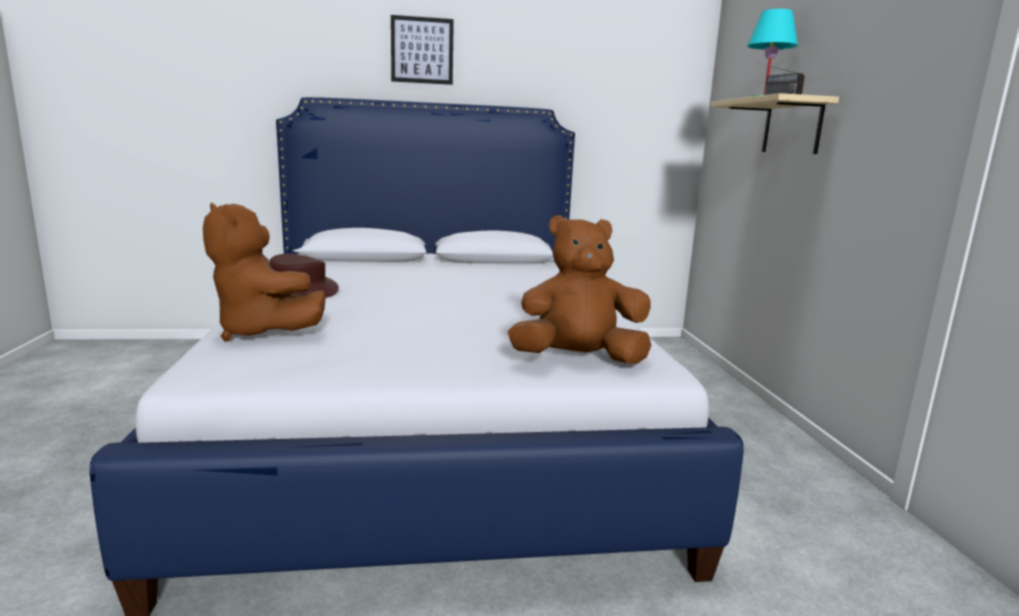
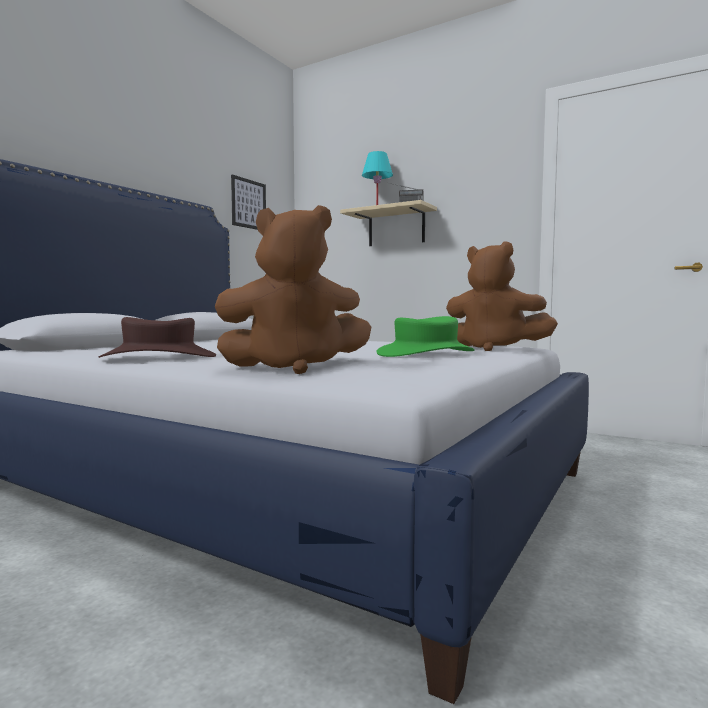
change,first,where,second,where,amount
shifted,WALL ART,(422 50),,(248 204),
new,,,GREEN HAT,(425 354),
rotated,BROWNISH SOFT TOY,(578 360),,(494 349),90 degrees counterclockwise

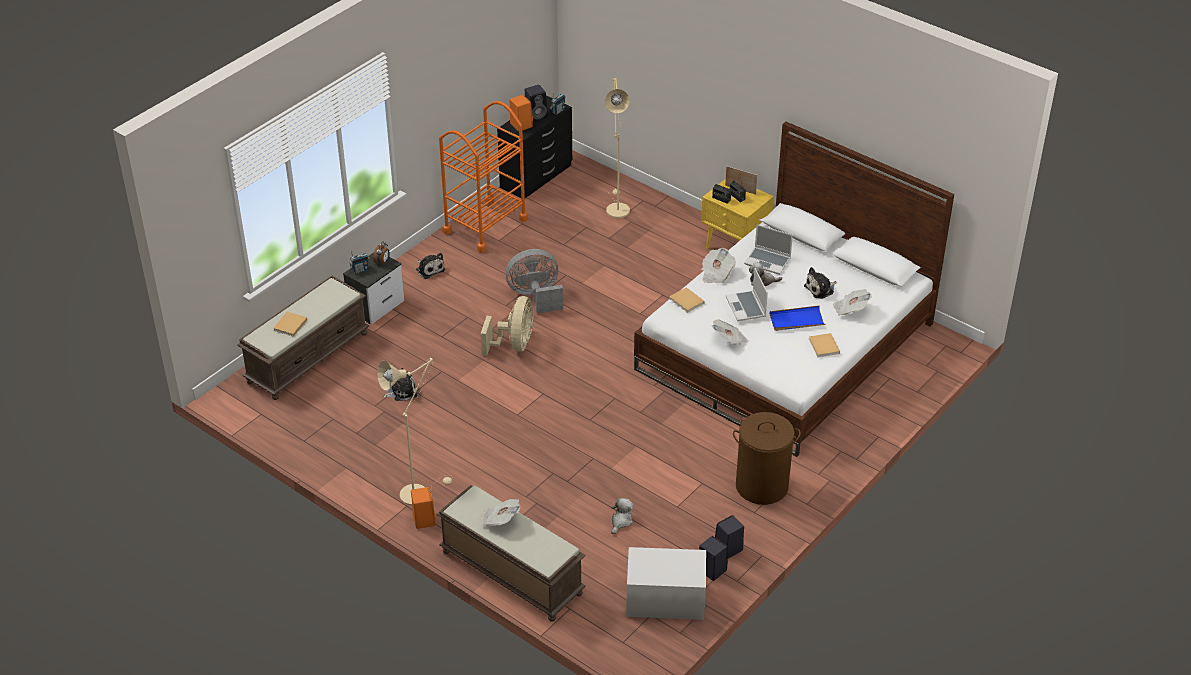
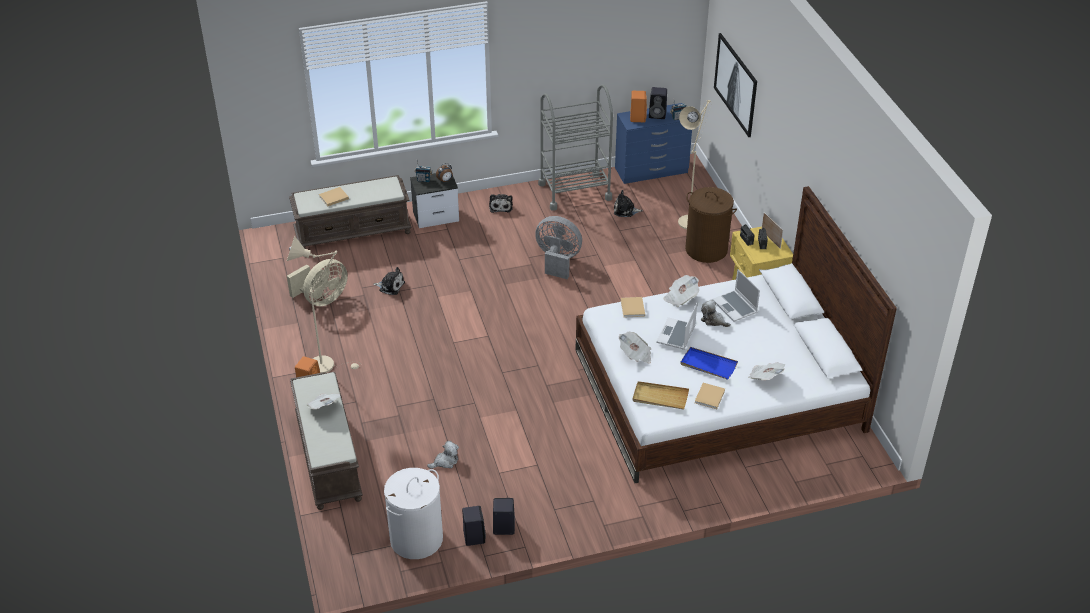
change,first,where,second,where,amount
shifted,BEIGE-COLOURED COOLING FAN,(514 345),,(322 299),
swapped,WHITISH STORAGE BIN,(665 599),WHITISH HAMPER,(416 539),
repainted,ORANGE-COLOURED TROLLEY,(485 225),GRAY TROLLEY,(574 191),
shifted,SOFT TOY,(820 289),,(625 210),
repainted,BLACKISH DRESSER,(537 176),BLUE DRESSER,(652 170),
new,,,BEIGE-COLOURED CARRYING TRAY,(660 397),
shifted,BROWNISH HAMPER,(762 486),,(706 249),
new,,,WALL ART,(735 84),

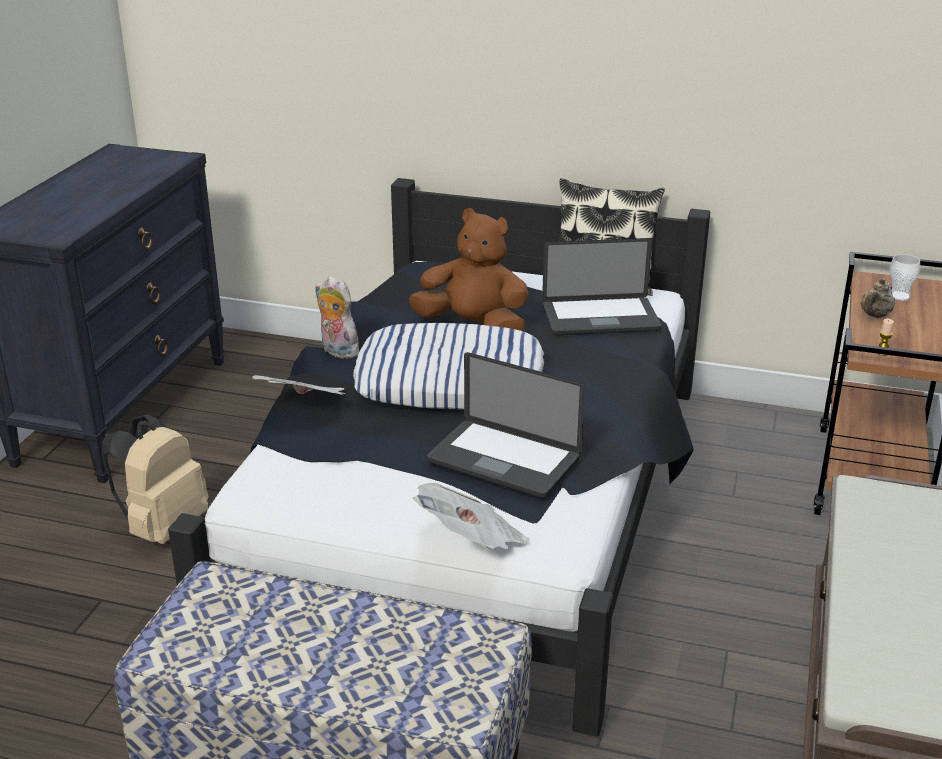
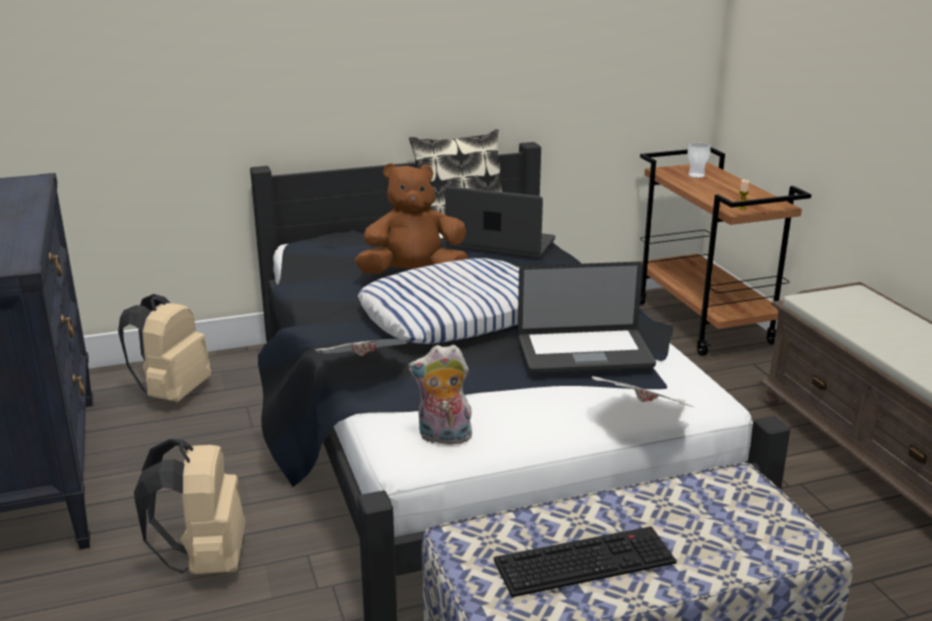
change,first,where,second,where,amount
new,,,BEIGE-COLOURED BACKPACK,(172 393),
shifted,SOFT TOY,(337 351),,(443 438),
rotated,PORTABLE COMPUTER,(600 318),,(501 244),120 degrees counterclockwise
new,,,COMPUTER KEYBOARD,(585 560),
gone,BEIGE-COLOURED POT FOR TEA,(874 316),,,

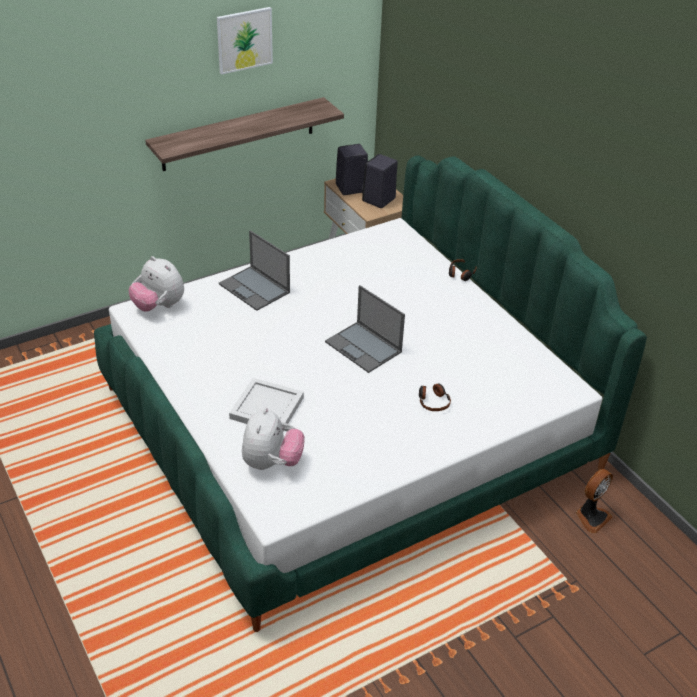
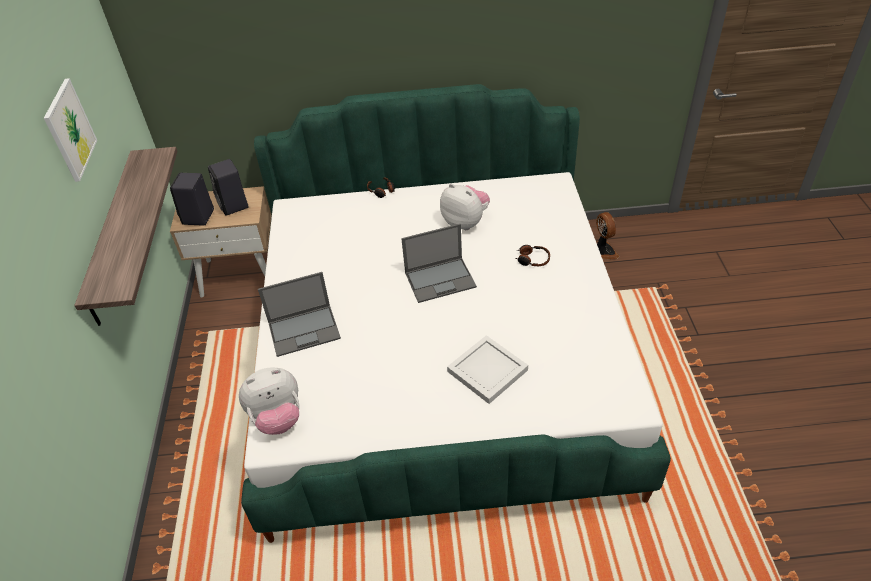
change,first,where,second,where,amount
shifted,SOFT TOY,(272 462),,(465 222),

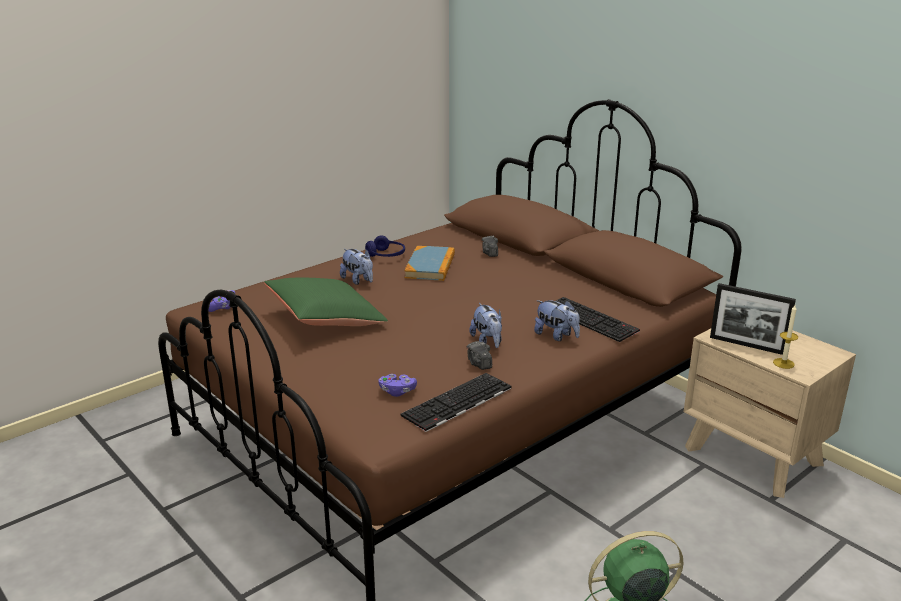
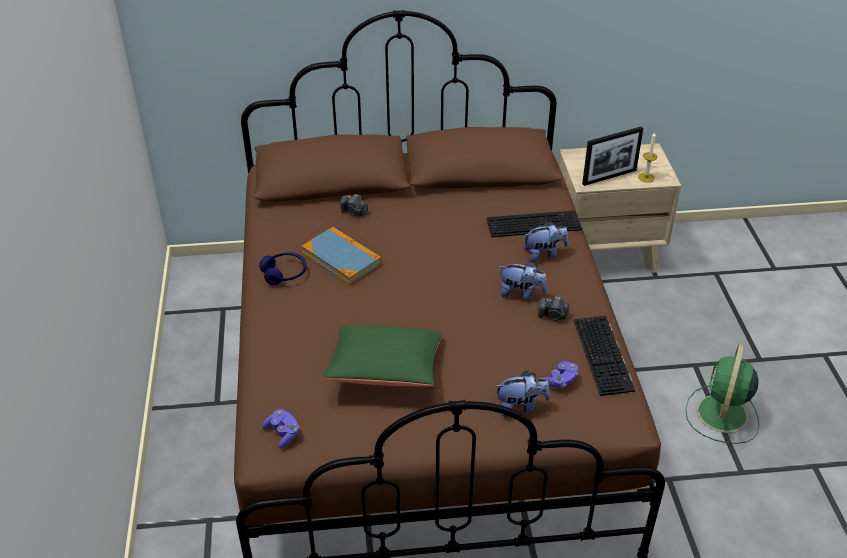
change,first,where,second,where,amount
shifted,SOFT TOY,(358 280),,(521 407),

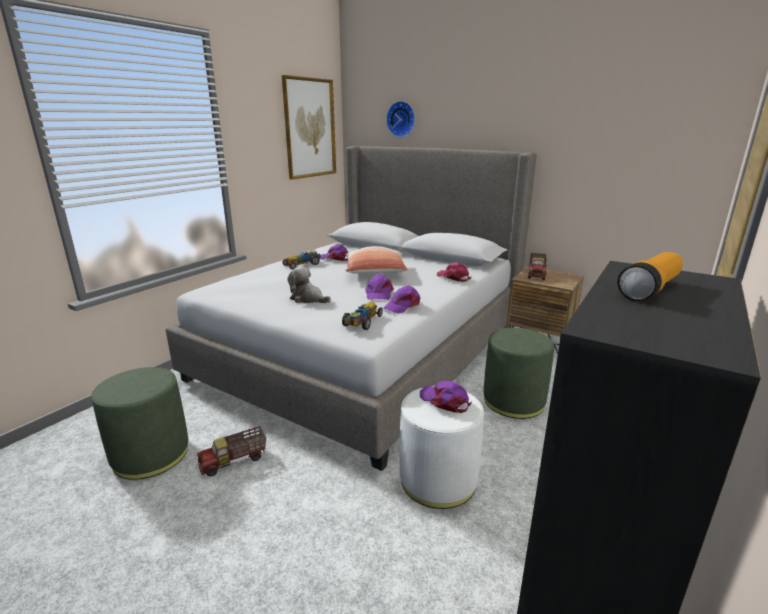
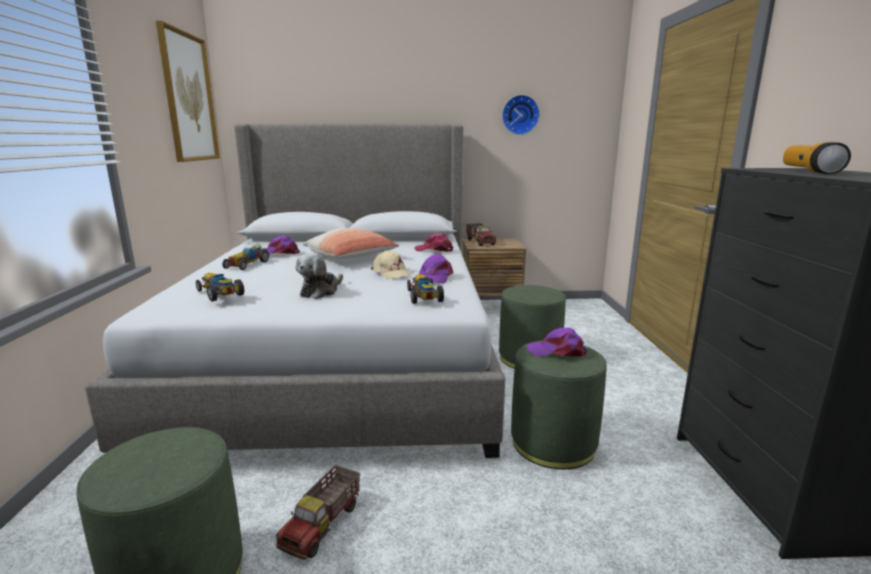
change,first,where,second,where,amount
new,,,MINIATURE CAR,(220 294),
rotated,SOFT TOY,(308 299),,(321 291),60 degrees counterclockwise
repainted,PURPLE-COLOURED CAP,(378 293),BEIGE-COLOURED CAP,(390 273),
shifted,HANGING CLOCK,(401 119),,(520 115),
repainted,WHITISH POUFFE,(438 480),GREEN POUFFE,(553 443),

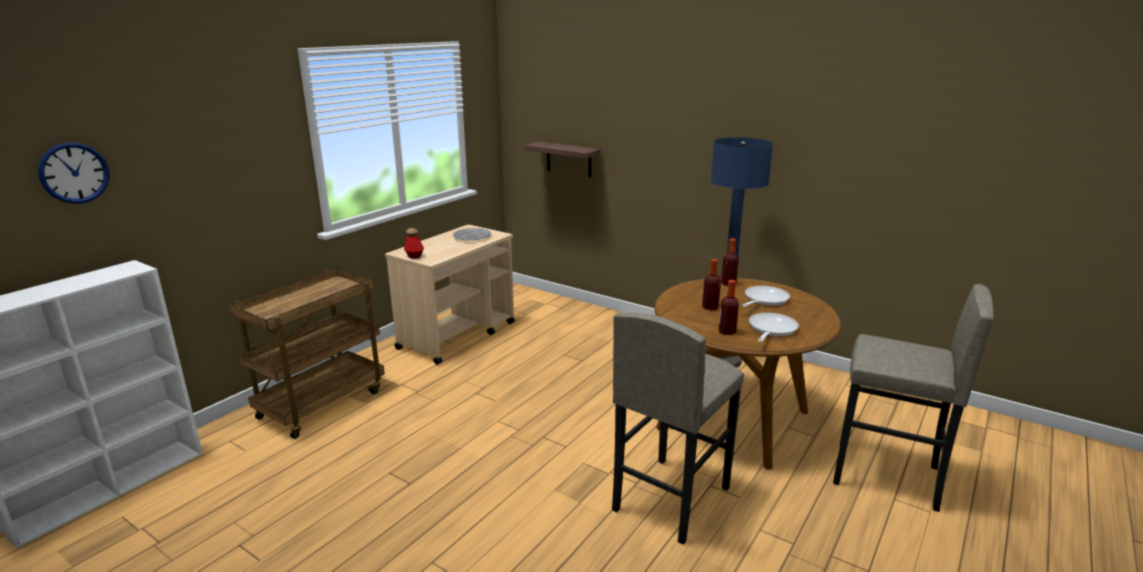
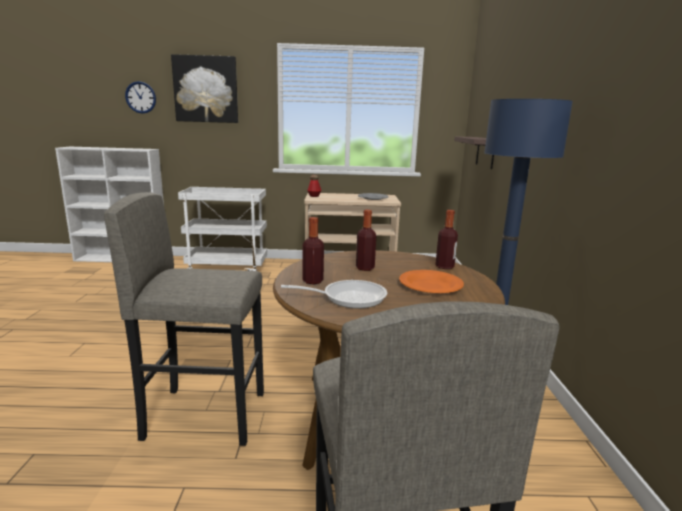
change,first,where,second,where,amount
new,,,WALL ART,(206 89),
repainted,BROWNISH TROLLEY,(322 403),WHITISH TROLLEY,(228 268),
swapped,PAN,(764 300),ORANGE-COLOURED DINNER PLATE,(430 285),

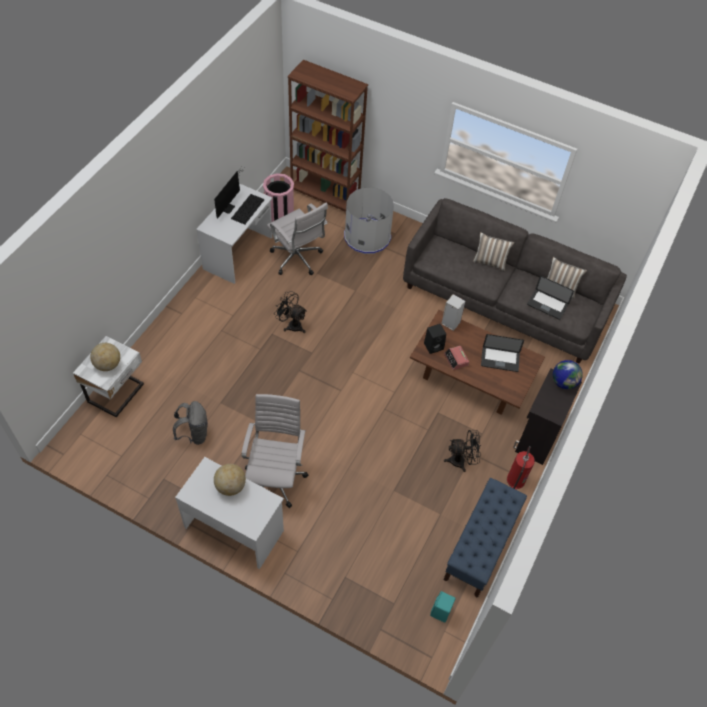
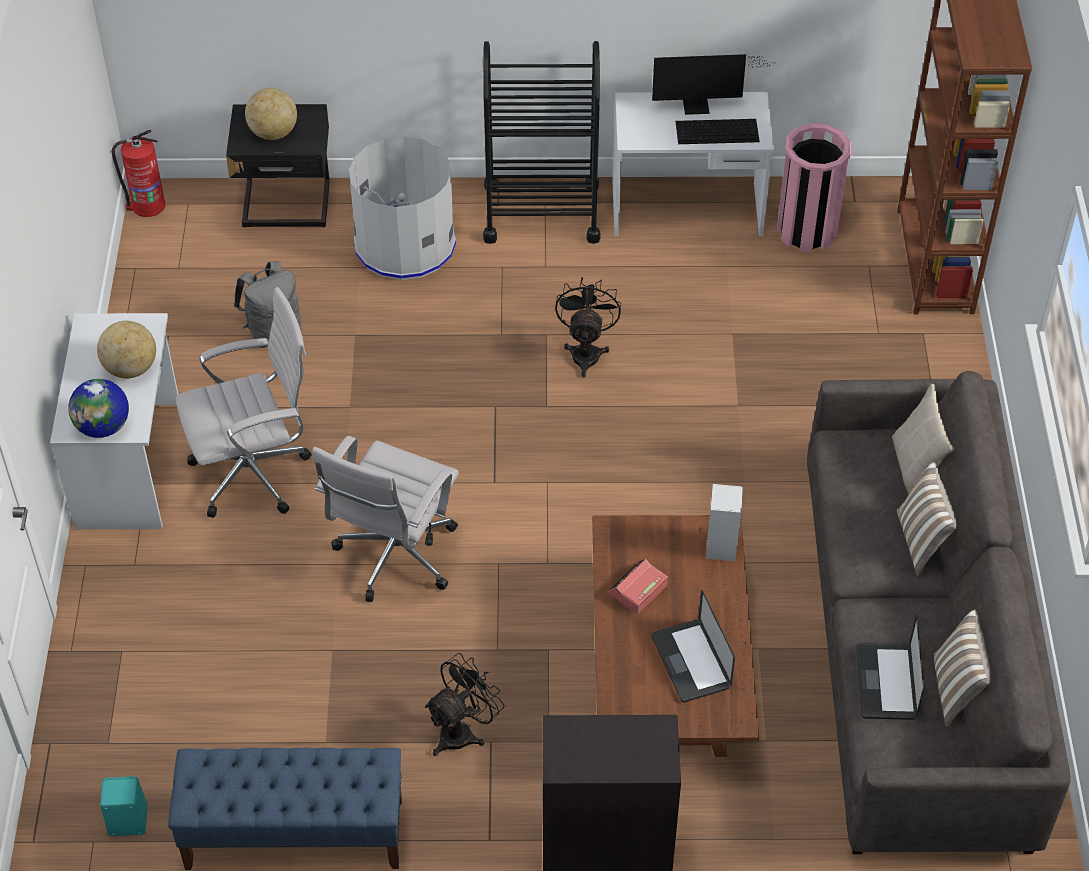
change,first,where,second,where,amount
shifted,DESK GLOBE,(564 382),,(103 427),
shifted,EXTINGUISHER,(515 480),,(147 205),
repainted,WHITISH BEDSIDE TABLE,(117 394),BLACKISH BEDSIDE TABLE,(287 207),
shifted,WHITISH COMPUTER CHAIR,(297 260),,(394 559),
shifted,GRAY RUBBISH BIN,(367 237),,(405 244),
rotated,BLACKISH COOLING FAN,(461 461),,(462 731),105 degrees counterclockwise
new,,,BLACKISH TROLLEY,(541 212),
new,,,BEIGE-COLOURED THROW PILLOW,(915 468),
gone,BLACKISH AUDIO SPEAKER,(434 346),,,

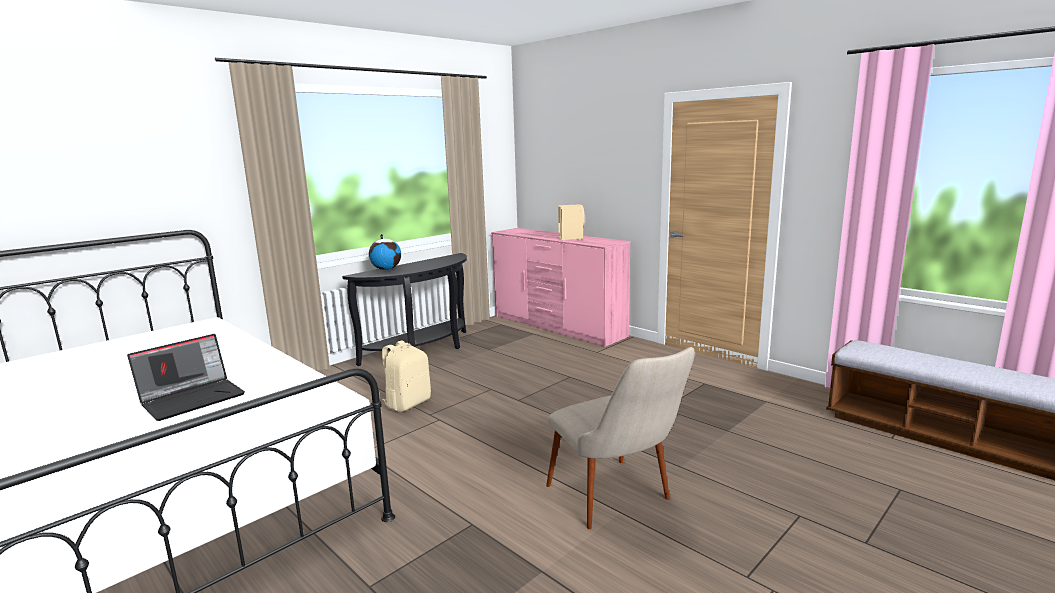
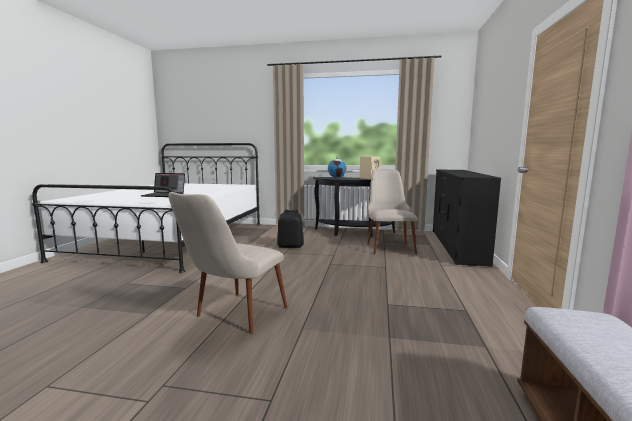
change,first,where,second,where,amount
repainted,BEIGE-COLOURED BACKPACK,(407 403),BLACKISH BACKPACK,(290 246),
shifted,BEIGE-COLOURED AUDIO SPEAKER,(571 238),,(370 178),
new,,,BEIGE-COLOURED UPRIGHT CHAIR,(388 246),
repainted,PINKISH DRESSER,(557 326),BLACKISH DRESSER,(456 246),

